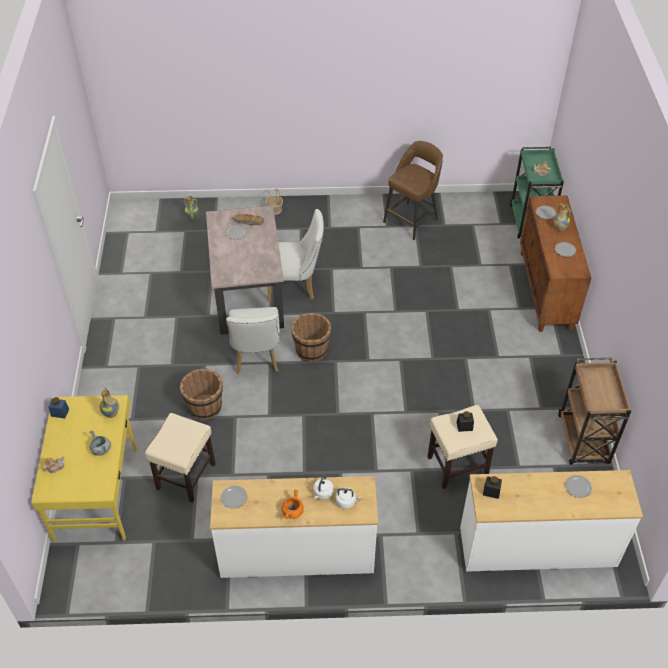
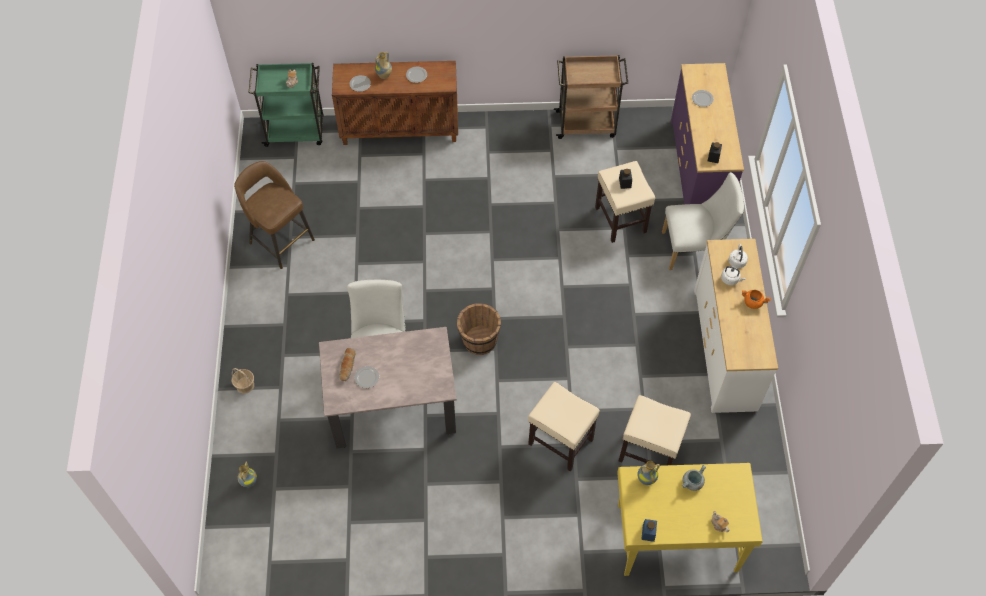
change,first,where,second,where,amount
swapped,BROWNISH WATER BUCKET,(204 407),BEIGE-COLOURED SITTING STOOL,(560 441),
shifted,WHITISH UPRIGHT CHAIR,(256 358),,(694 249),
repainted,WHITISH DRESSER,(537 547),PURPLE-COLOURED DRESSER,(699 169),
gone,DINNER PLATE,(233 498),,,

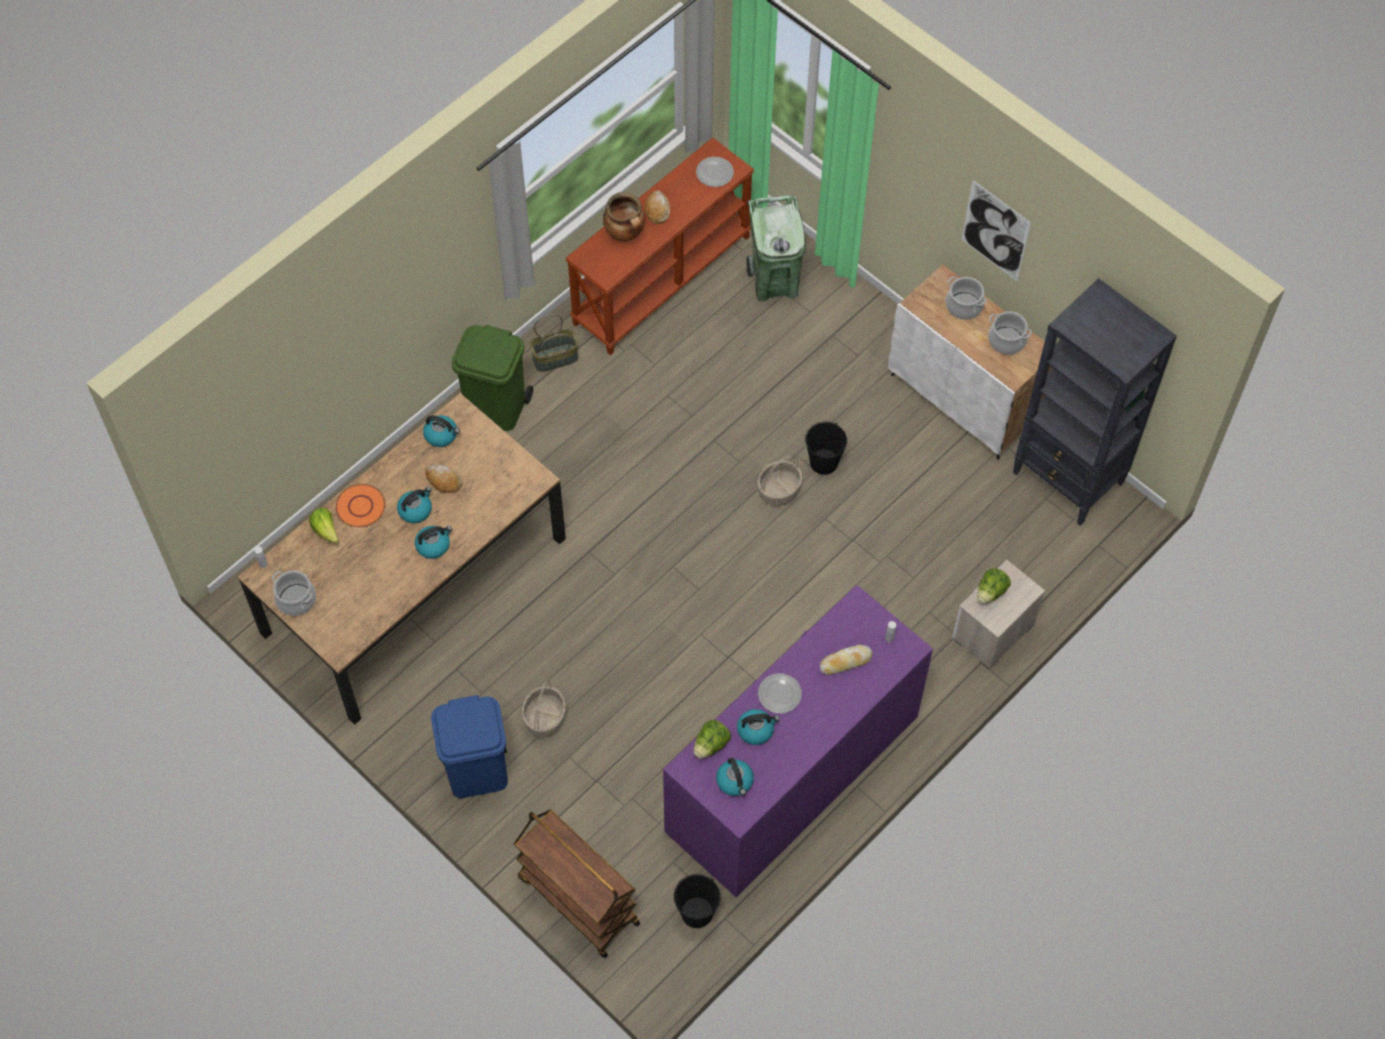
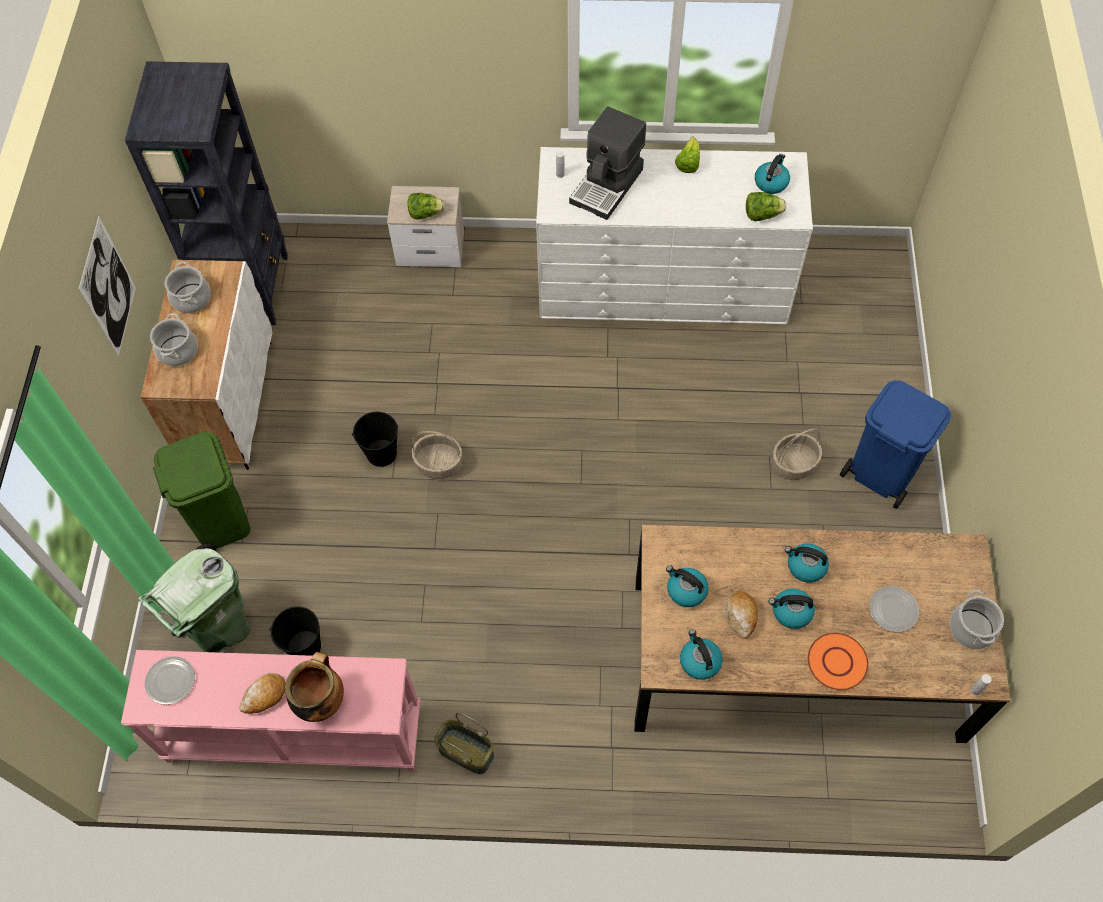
change,first,where,second,where,amount
repainted,BROWNISH HALL TABLE,(661 278),PINKISH HALL TABLE,(294 735),
shifted,GREEN RUBBISH BIN,(496 408),,(220 520),
shifted,BLACKISH WATER BUCKET,(697 913),,(304 646),
repainted,PURPLE-COLOURED DRESSER,(792 773),WHITISH DRESSER,(663 285),
swapped,BAKED BREAD,(845 662),COFFEE MAKER,(608 186),
shifted,WATER KETTLE,(756 730),,(686 590),
shifted,LETTUCE HEAD,(326 531),,(688 163),
shifted,DINNER PLATE,(780 694),,(892 609),
gone,BROWNISH TROLLEY,(577 900),,,

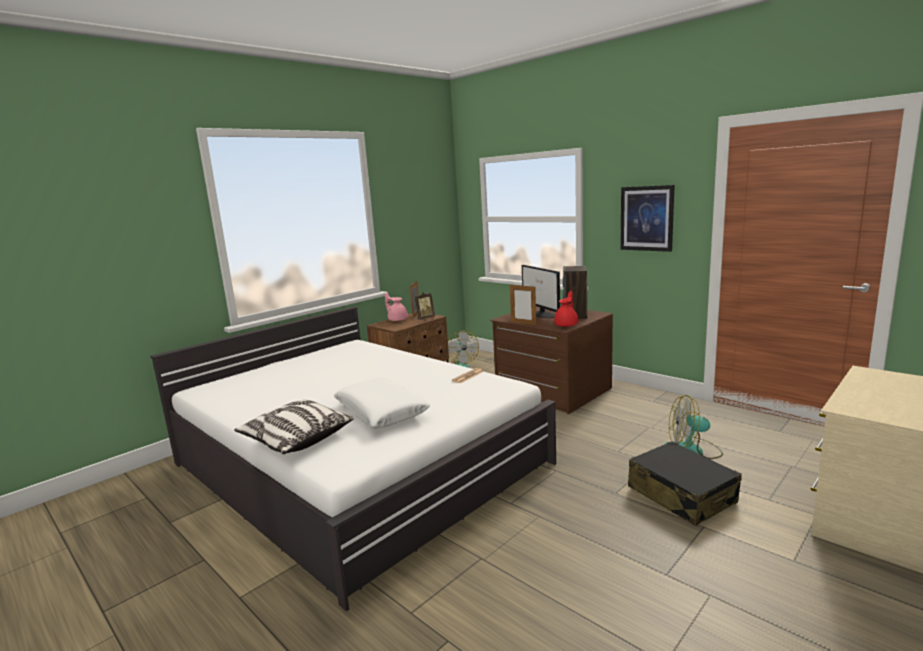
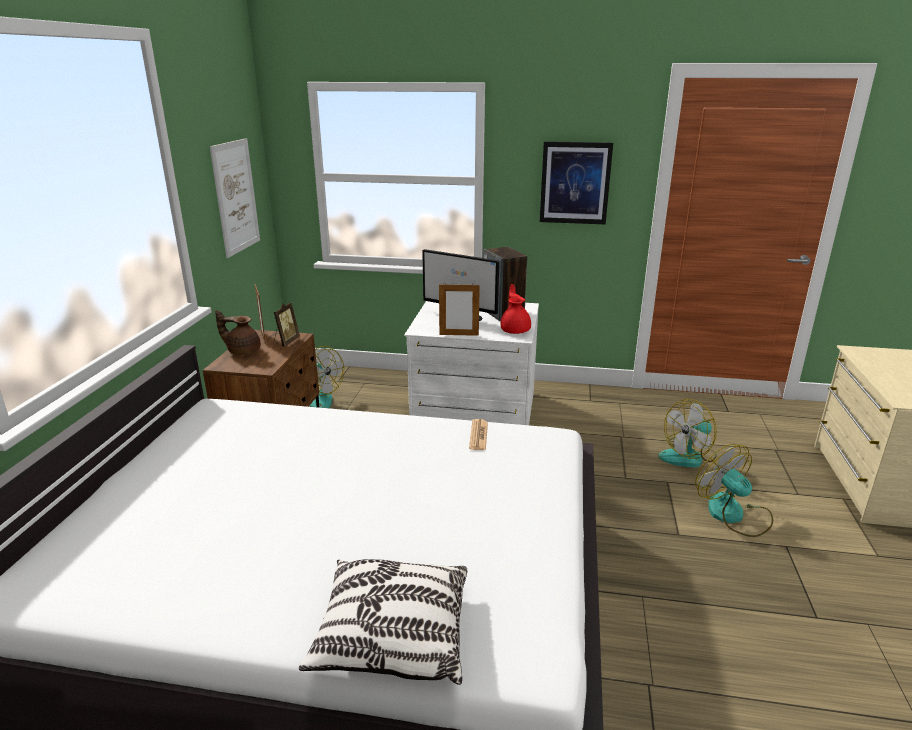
change,first,where,second,where,amount
new,,,WALL ART,(236 197),
repainted,PINKISH POT FOR TEA,(397 320),BROWNISH POT FOR TEA,(243 351),
repainted,BROWNISH DRESSER,(552 391),WHITISH DRESSER,(474 411),
swapped,BLACKISH SUITCASE,(681 495),COOLING FAN,(733 515),
gone,WHITISH THROW PILLOW,(381 412),,,

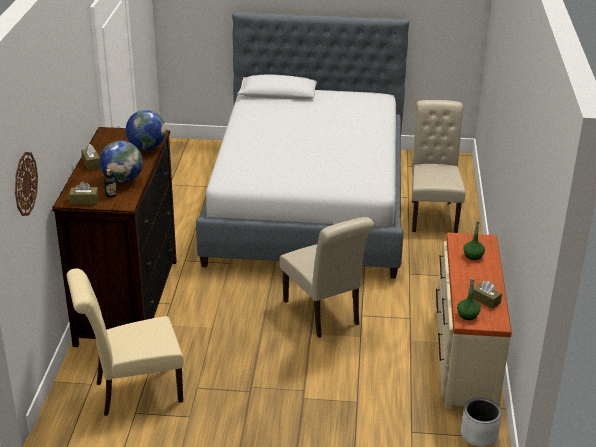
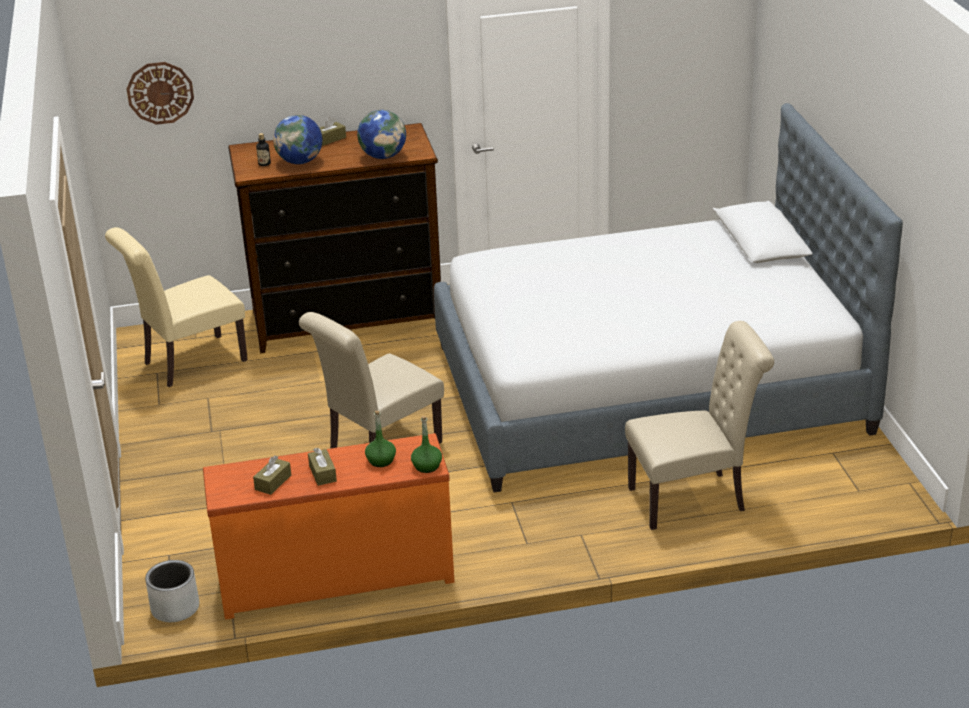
change,first,where,second,where,amount
rotated,BEIGE-COLOURED UPRIGHT CHAIR,(132 392),,(189 363),90 degrees counterclockwise
repainted,BEIGE-COLOURED DRESSER,(464 355),ORANGE-COLOURED DRESSER,(336 576),
shifted,BROWNISH TISSUE BOX,(84 200),,(322 473),
shifted,GREEN BOTTLE,(467 315),,(427 466),

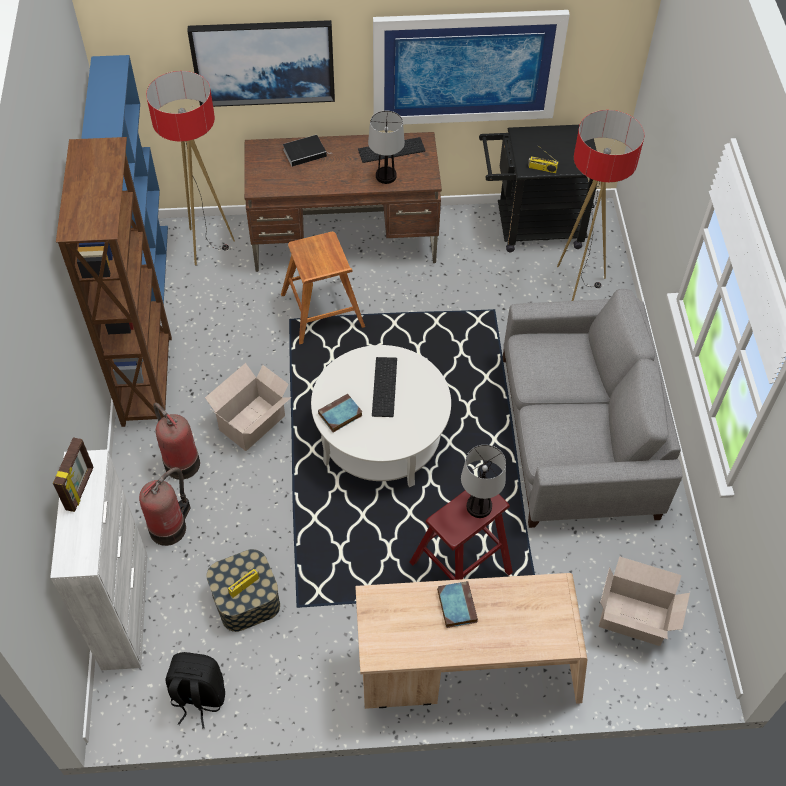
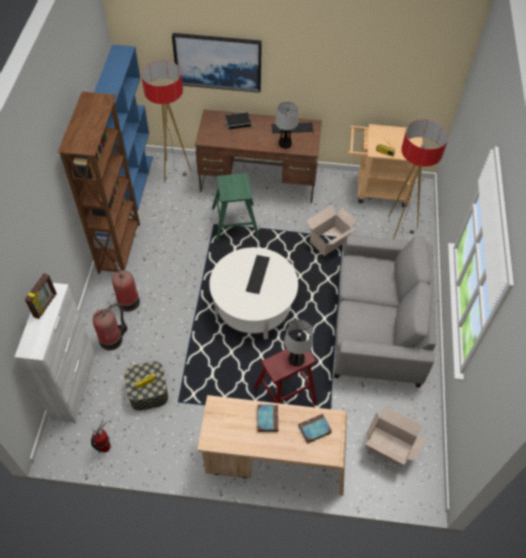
change,first,where,second,where,amount
swapped,BLACKISH BACKPACK,(198 697),EXTINGUISHER,(105 447),
repainted,BROWNISH SITTING STOOL,(322 311),GREEN SITTING STOOL,(235 222),
shifted,BOOK,(339 415),,(314 430),
shifted,CARDBOARD BOX,(254 422),,(330 240),
repainted,BLACKISH TROLLEY,(530 227),BEIGE-COLOURED TROLLEY,(377 189),
gone,WALL ART,(466 67),,,

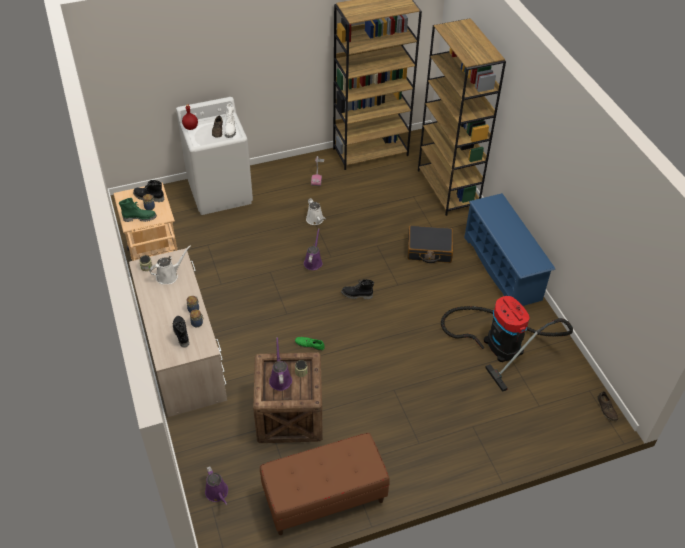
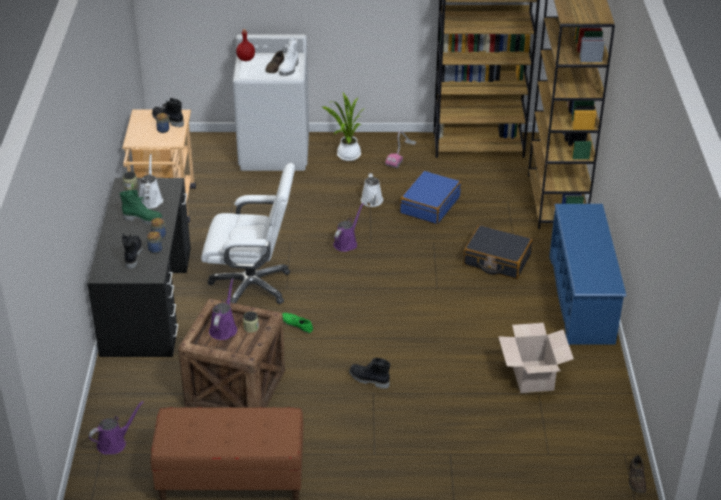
change,first,where,second,where,amount
repainted,BEIGE-COLOURED DESK TABLE,(182 353),BLACKISH DESK TABLE,(148 299),
rotated,PURPLE-COLOURED WATERING CAN,(217 493),,(114 443),120 degrees counterclockwise
shifted,GREEN TALL BOOT,(140 218),,(143 219),
rotated,WHITISH WATERING CAN,(169 275),,(150 199),75 degrees counterclockwise
new,,,WHITISH COMPUTER CHAIR,(252 285),
new,,,HOUSEPLANT,(347 156),
shifted,BLACKISH TALL BOOT,(356 295),,(368 380),
new,,,BLUE SUITCASE,(429 205),
swapped,HOOVER,(499 343),CARDBOARD BOX,(533 377),

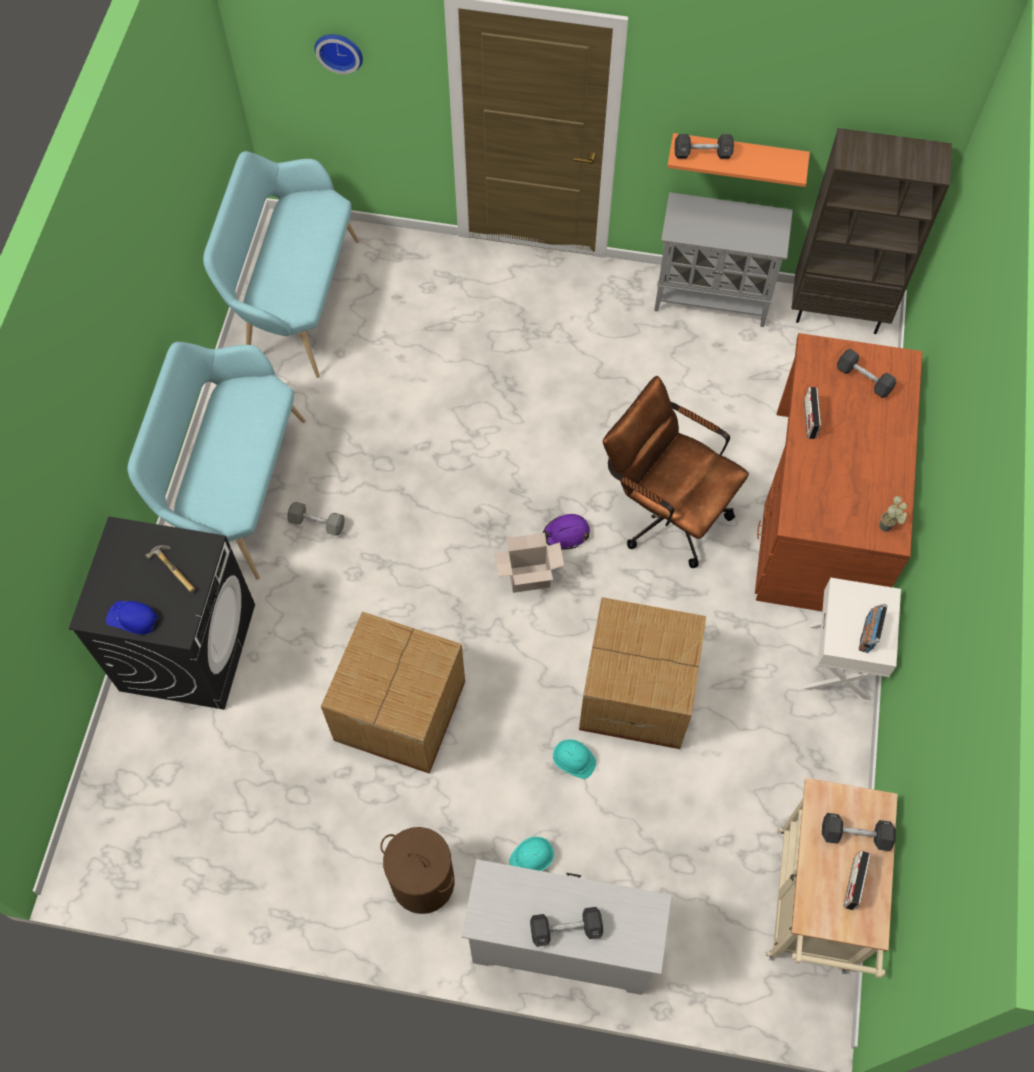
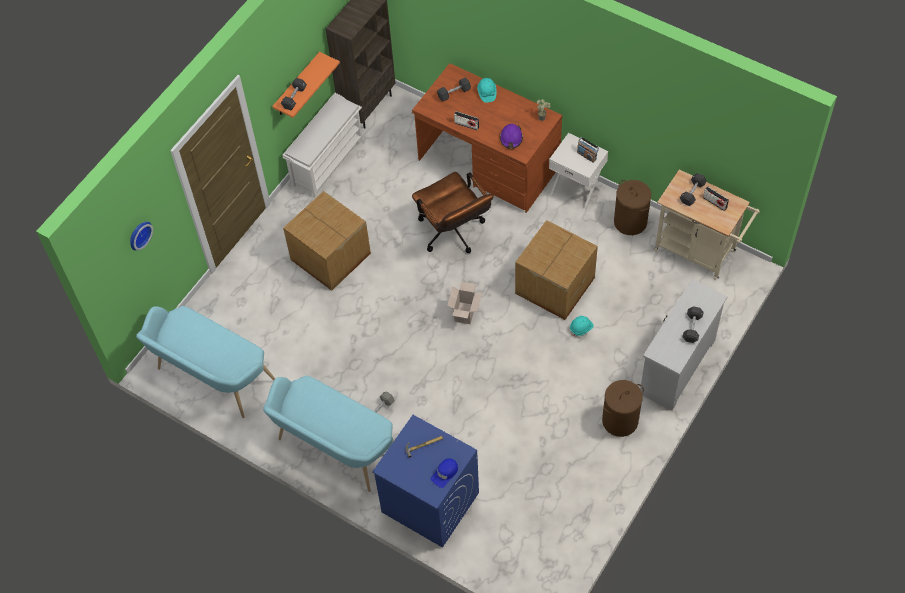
change,first,where,second,where,amount
swapped,GRAY CABINET,(713 298),WHITISH SHOE RACK,(327 161),
shifted,CARDBOARD BOX,(398 711),,(330 257),
repainted,BLACKISH WASHING MACHINE,(188 646),BLUE WASHING MACHINE,(429 502),
rotated,BROWNISH COMPUTER CHAIR,(665 511),,(454 234),90 degrees counterclockwise
shifted,TURQUOISE-COLOURED HARD HAT,(531 858),,(487 93),
shifted,PURPLE-COLOURED HARD HAT,(566 534),,(511 138),
new,,,BROWNISH HAMPER,(630 222),

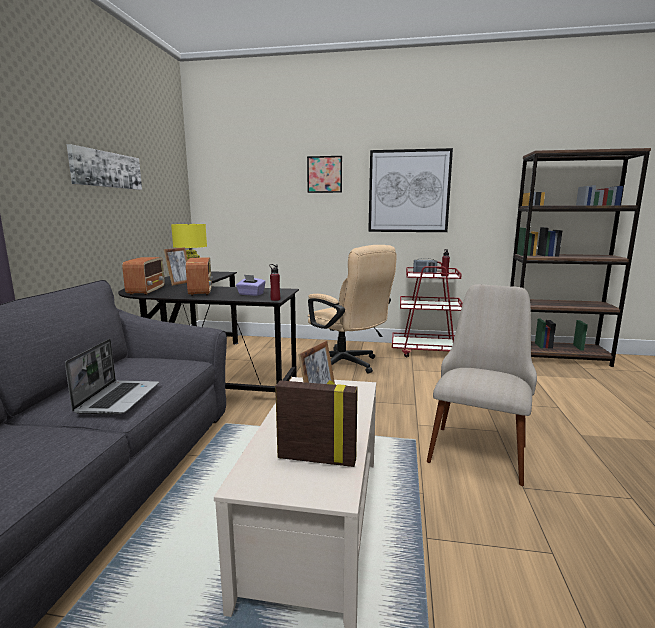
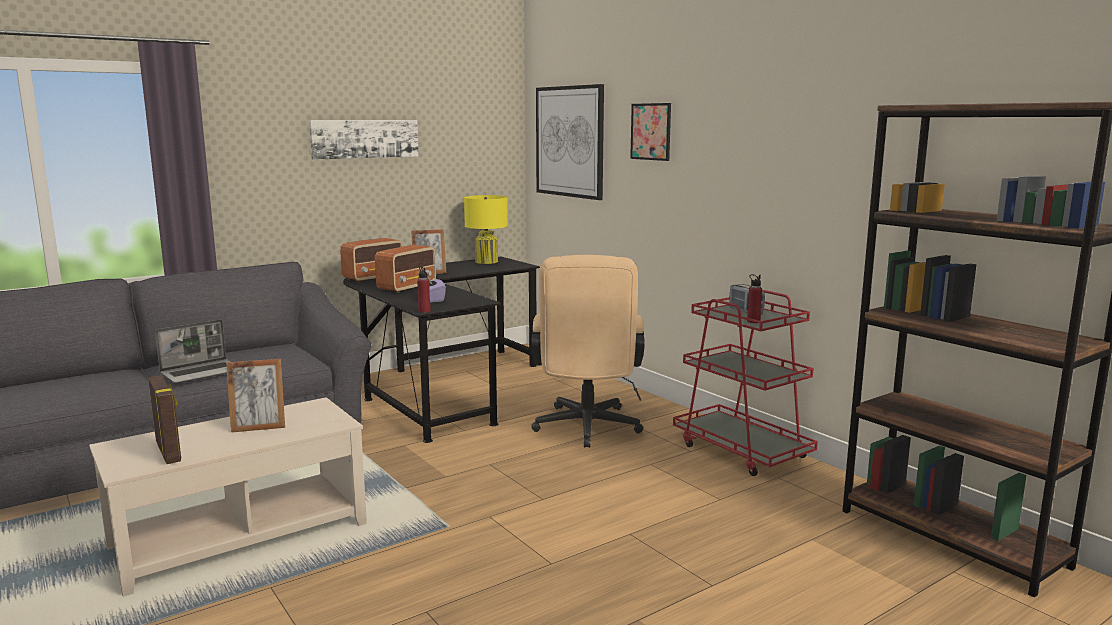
change,first,where,second,where,amount
shifted,WALL ART,(409 191),,(569 141),
gone,BEIGE-COLOURED UPRIGHT CHAIR,(479 444),,,

